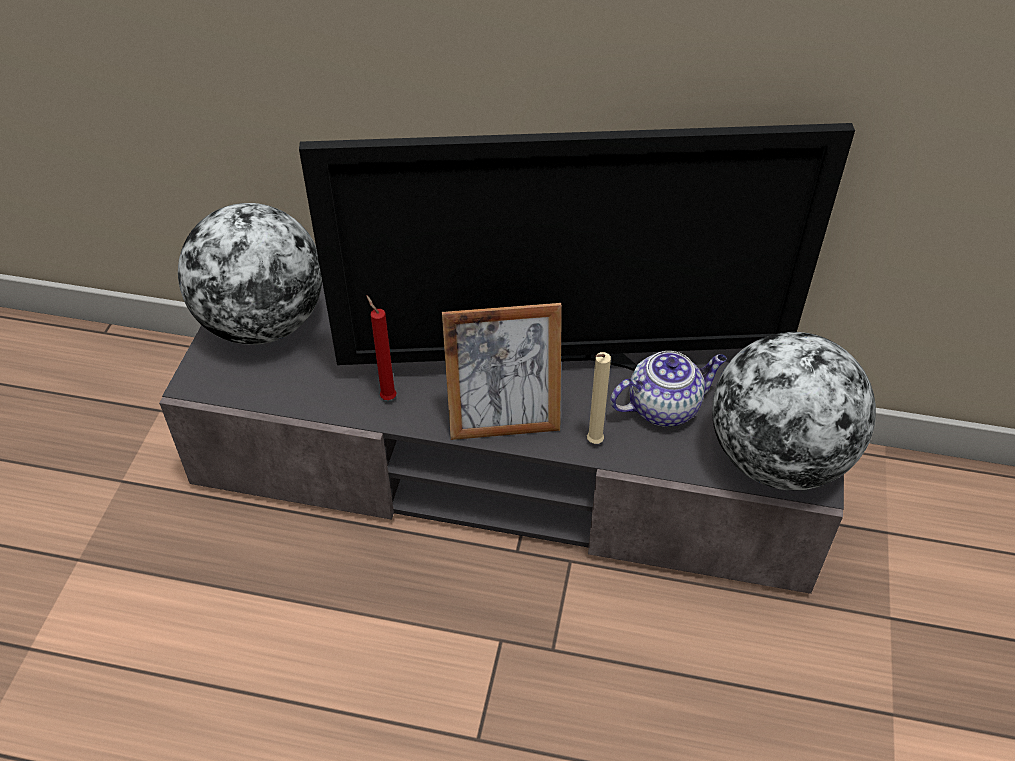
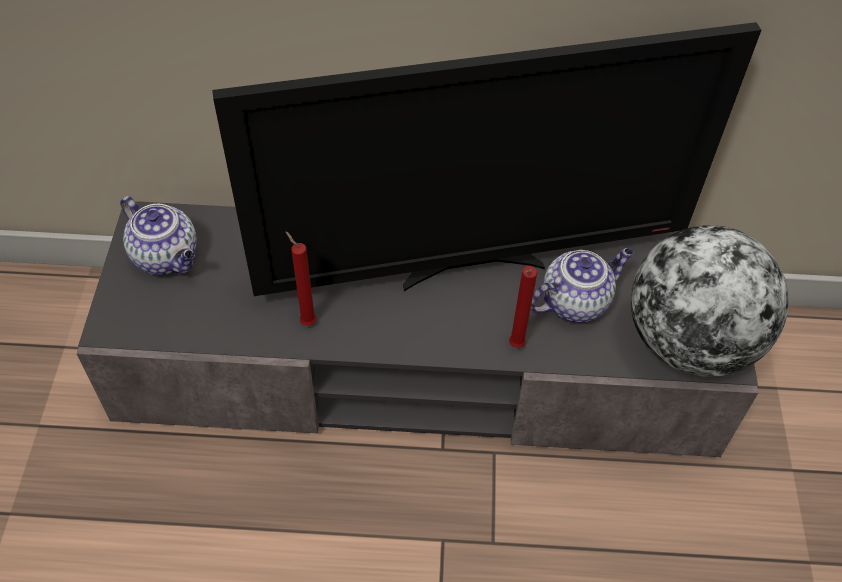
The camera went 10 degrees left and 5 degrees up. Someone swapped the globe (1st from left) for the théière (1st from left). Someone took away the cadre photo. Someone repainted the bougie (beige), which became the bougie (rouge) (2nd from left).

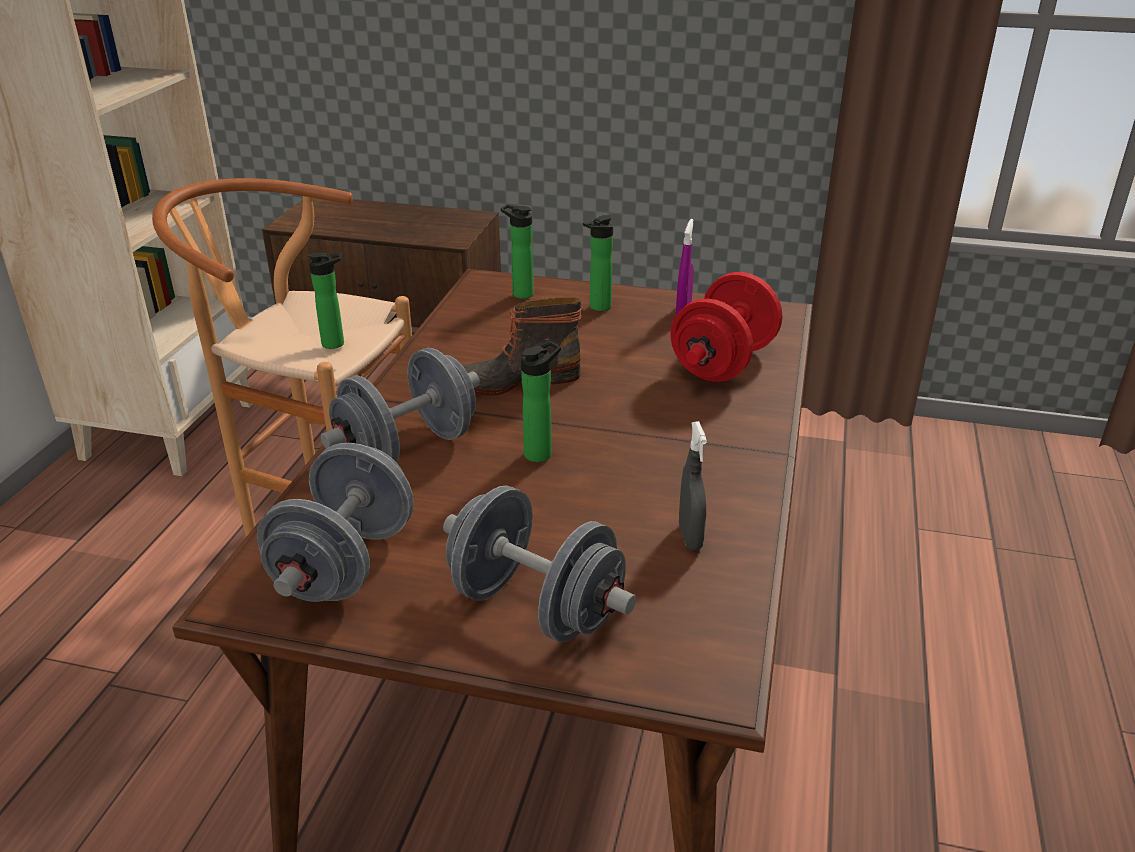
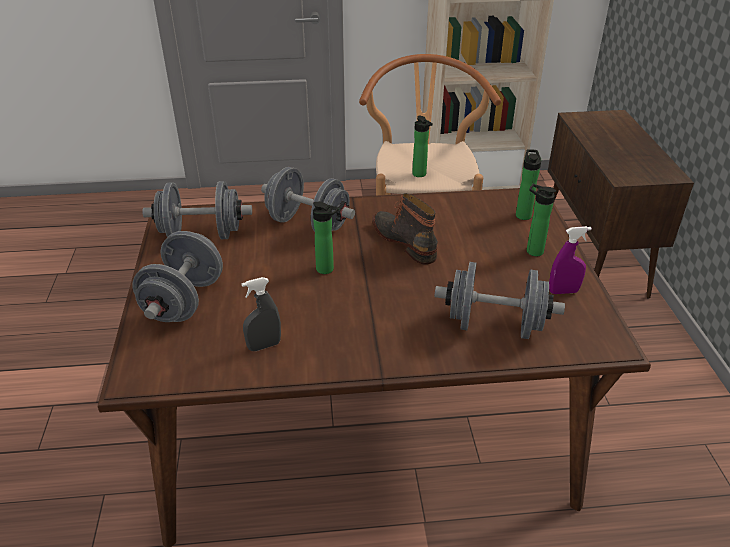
The camera went 70 degrees right and 5 degrees up. Someone repainted the haltère (rouge), which became the haltère (gris) (4th from left).

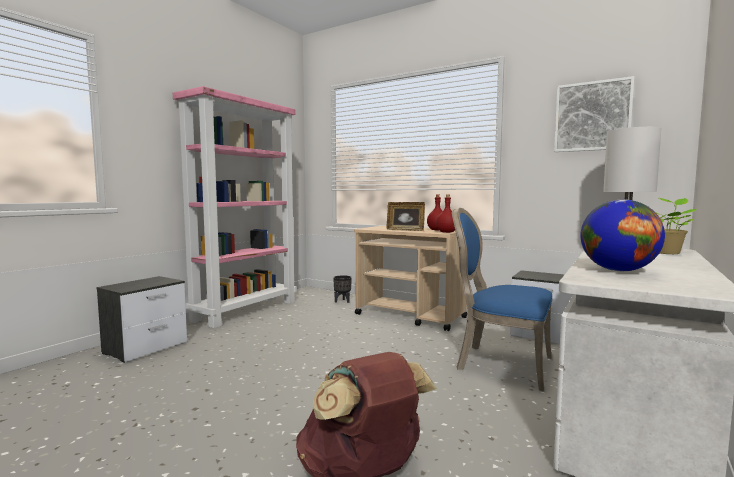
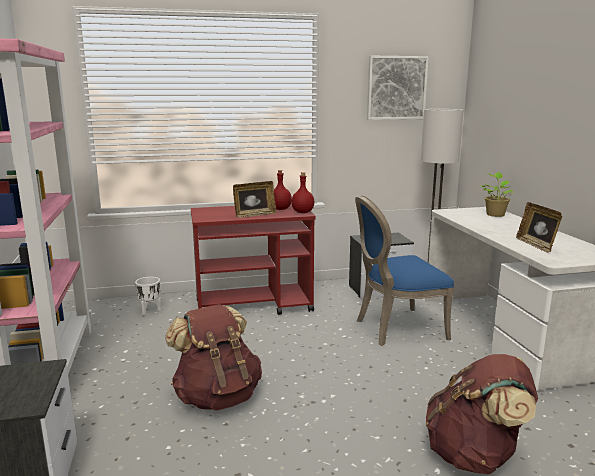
The camera went 45 degrees left and 10 degrees up. Someone swapped the globe for the cadre photo (2nd from left). Someone repainted the chariot (beige), which became the chariot (rouge). Someone repainted the cache-pot (noir), which became the cache-pot (blanc). Someone put down the sac à dos (marron) (1st from left).

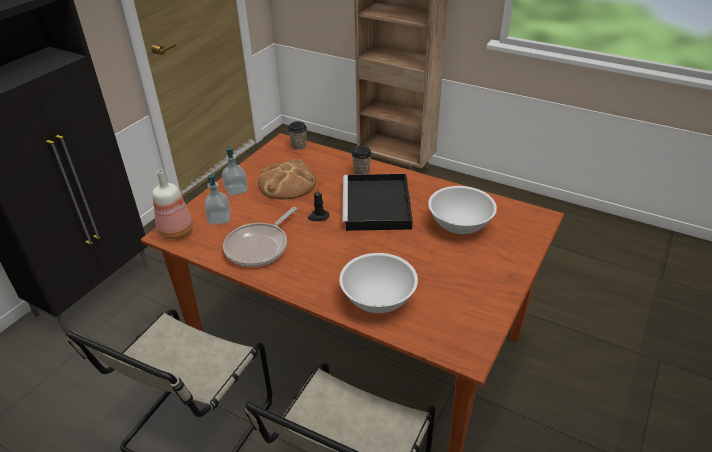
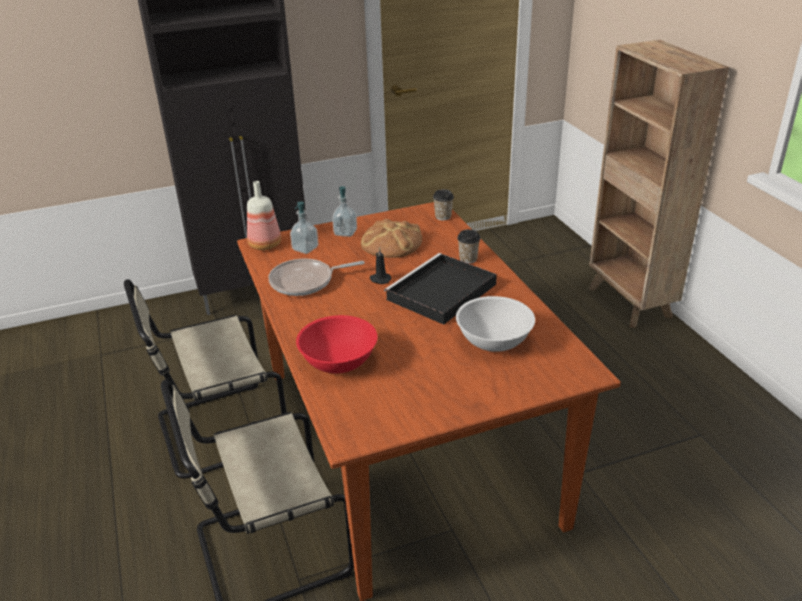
The camera went 40 degrees right and 5 degrees down. Someone repainted the bol (blanc) (1st from left), which became the bol (rouge).

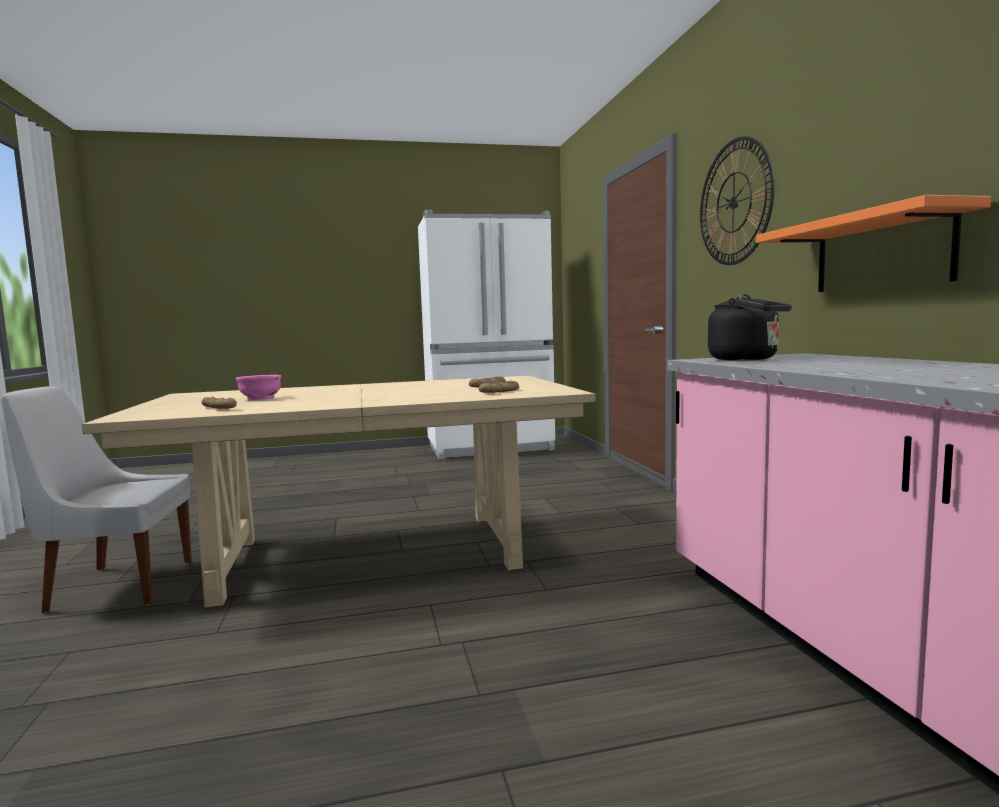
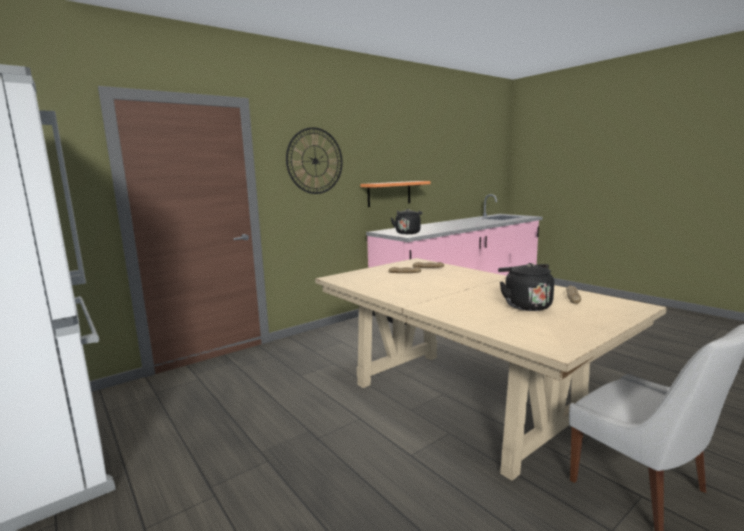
The camera went 115 degrees left and 5 degrees up. Someone swapped the bol (rose) for the bouilloire (noir) (2nd from left).

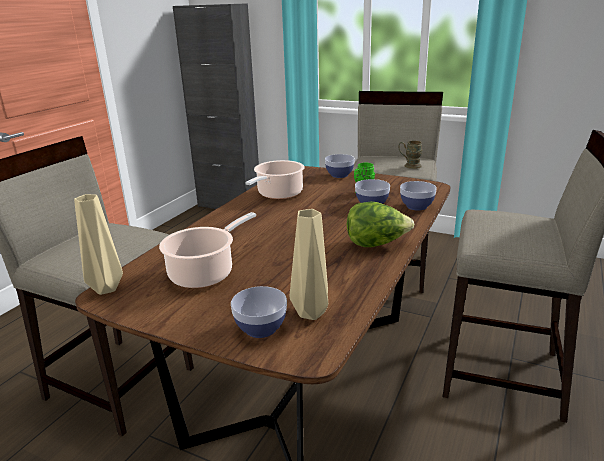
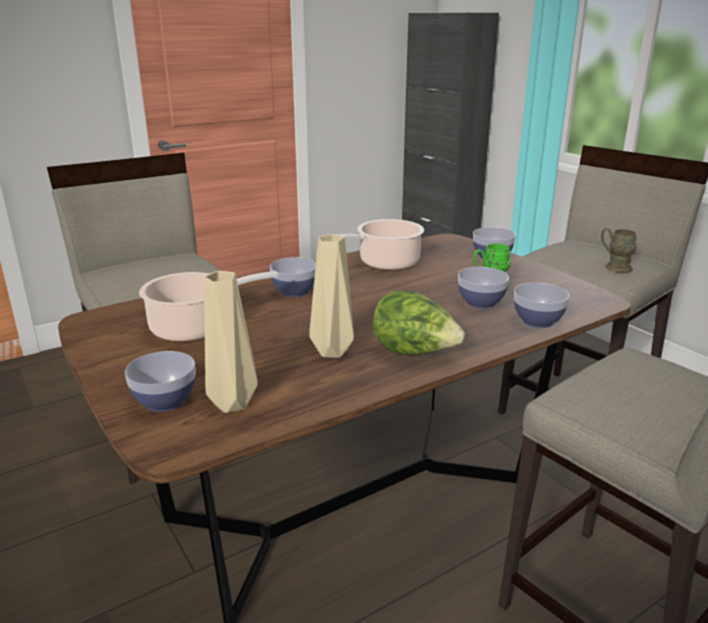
The camera went 30 degrees right and 0 degrees up. Someone carried the vase (beige) (1st from left in the first image). Someone put down the bol (2nd from left).

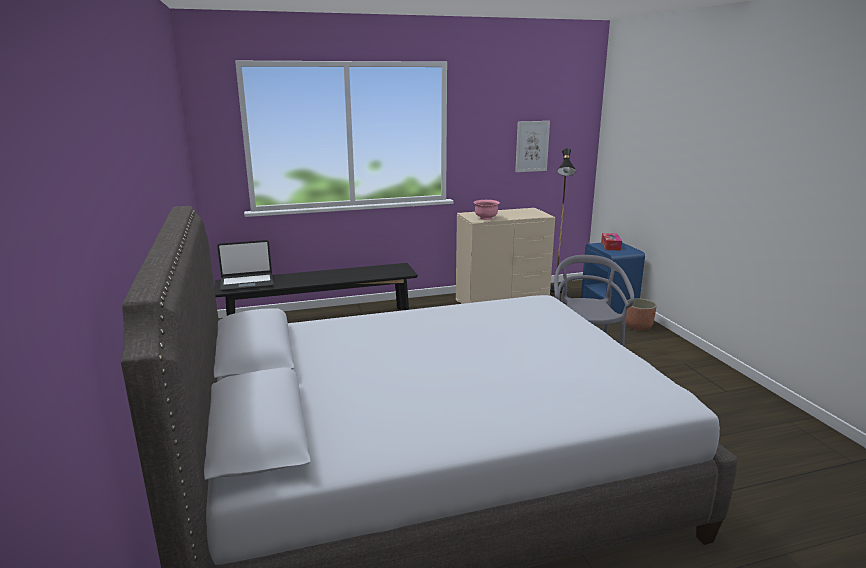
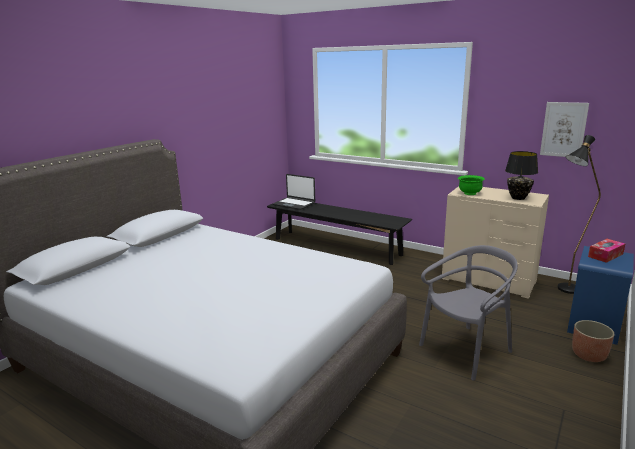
The camera went 50 degrees right and 0 degrees up. Someone repainted the bol (rose), which became the bol (vert). Someone put down the lampe de table (noir).

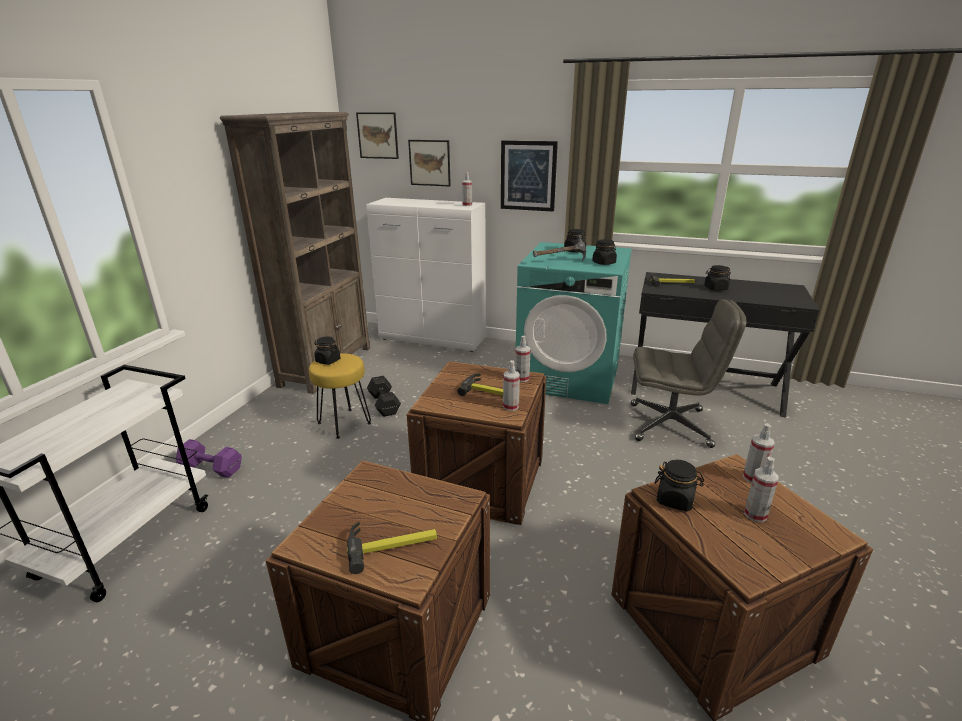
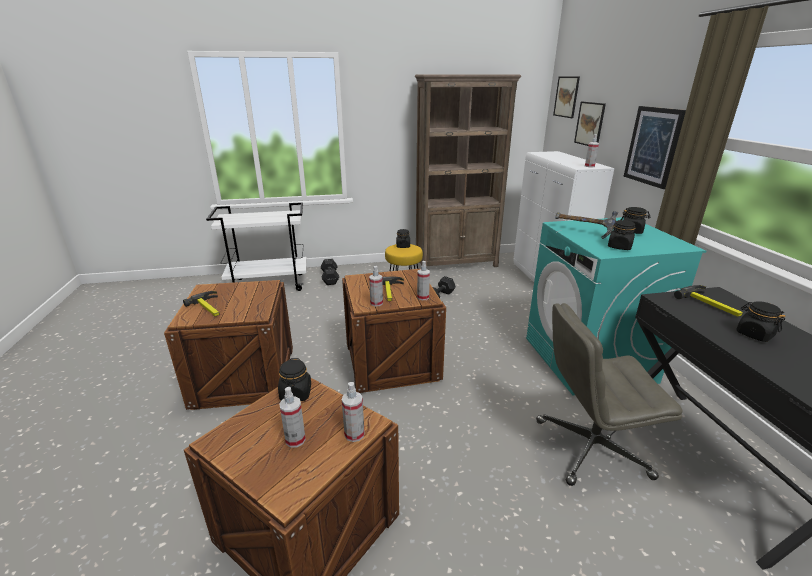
The camera went 60 degrees right and 0 degrees up. Someone rotated the chaise de bureau (gris) by 105 degrees clockwise. Someone repainted the haltère (violet), which became the haltère (noir) (1st from left).

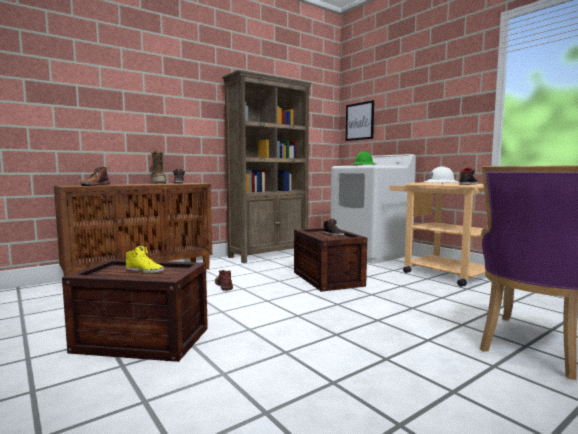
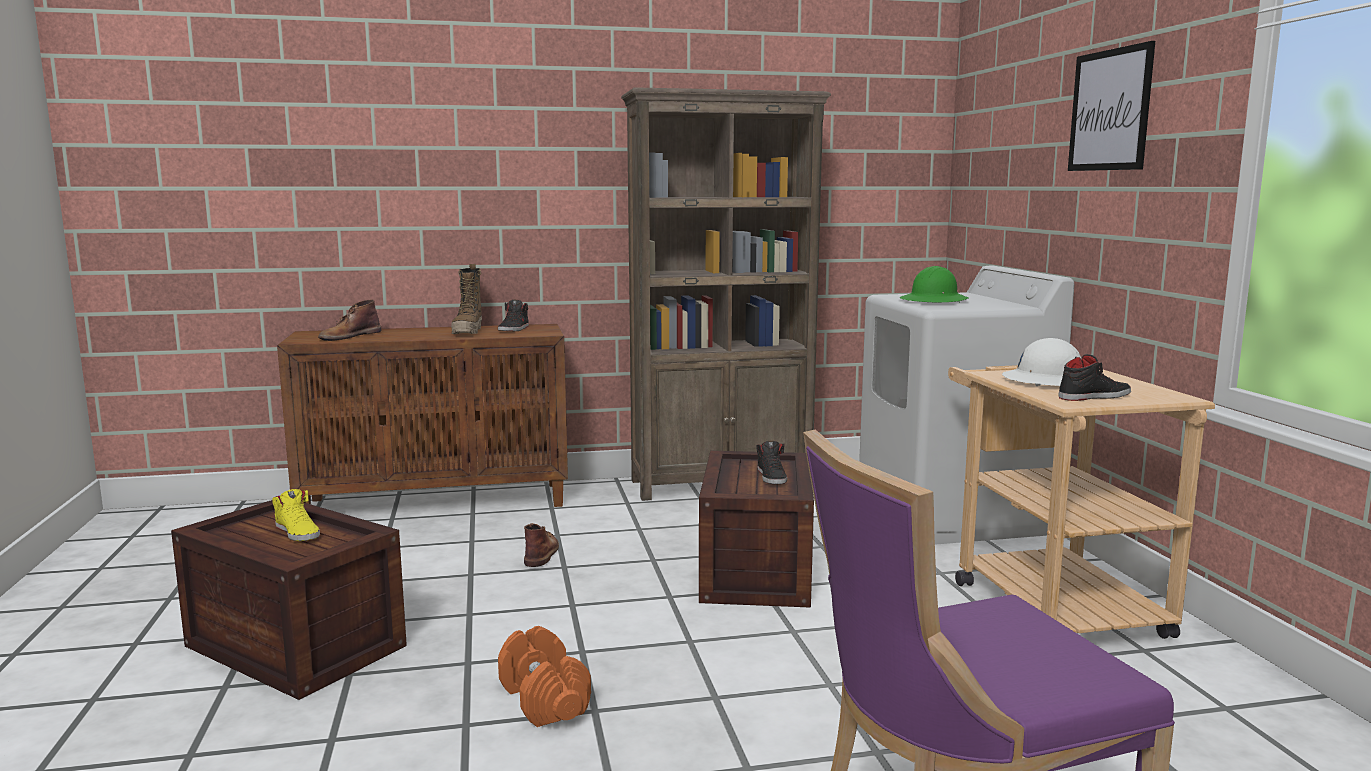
The camera went 25 degrees right and 5 degrees up. Someone carried the tableau. Someone put down the haltère (orange).

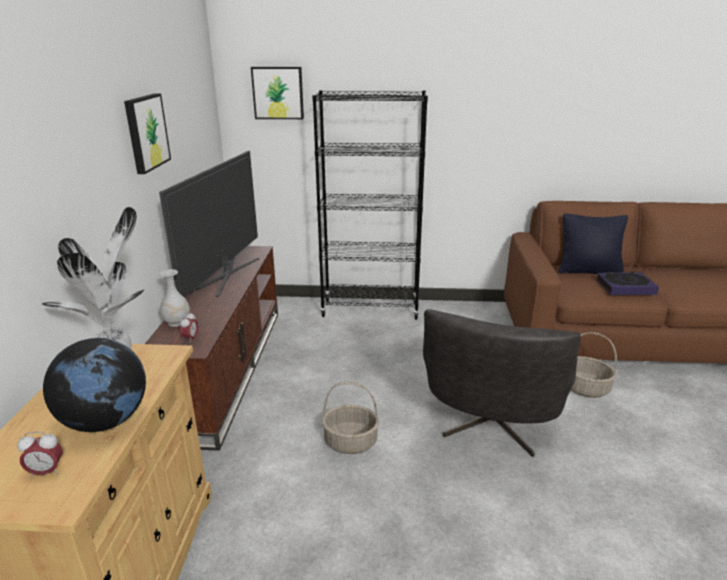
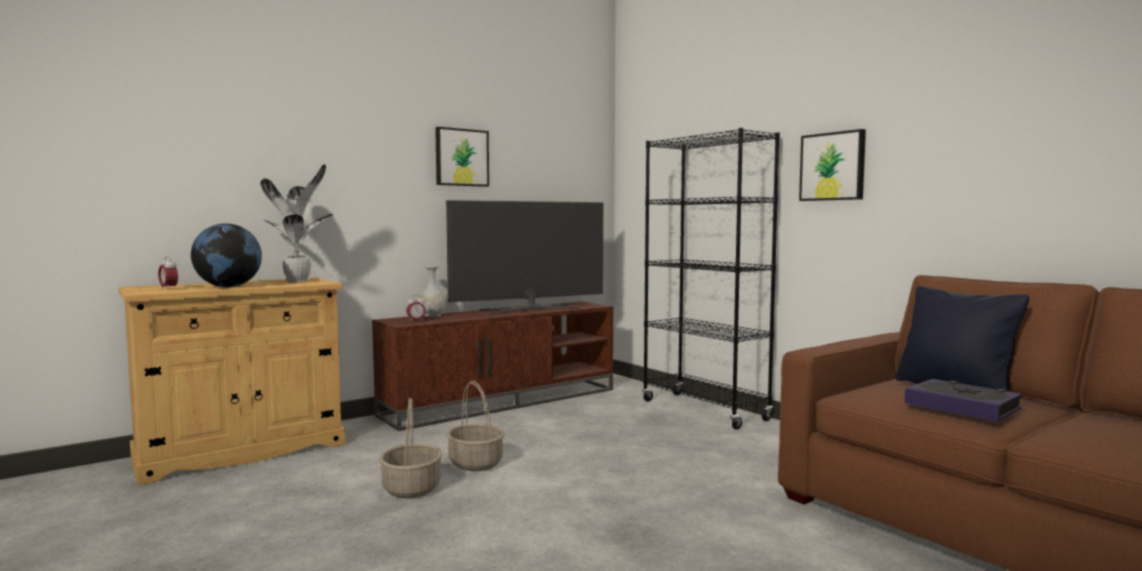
The camera went 50 degrees right and 20 degrees down. Someone carried the tableau (2nd from left). Someone took away the fauteuil (gris). Someone carried the panier (2nd from left in the first image).

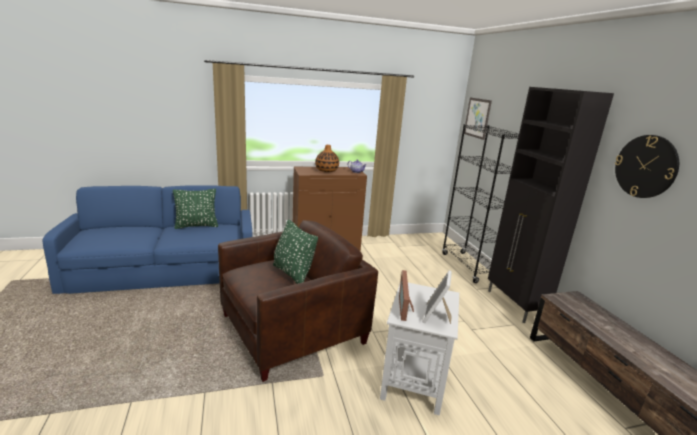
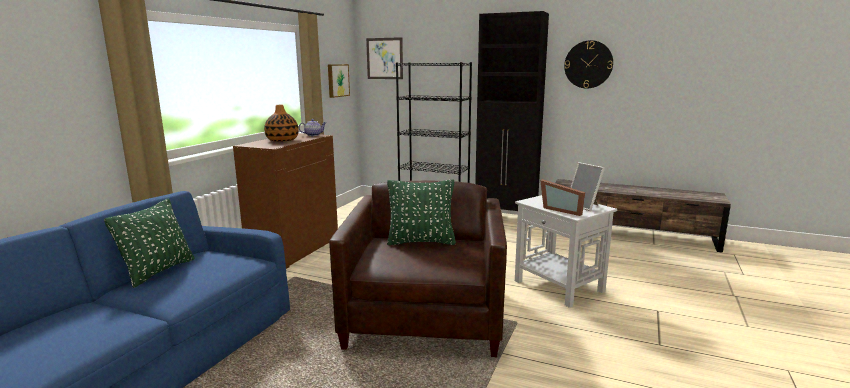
The camera went 50 degrees left and 5 degrees down. Someone put up the tableau (1st from left).

